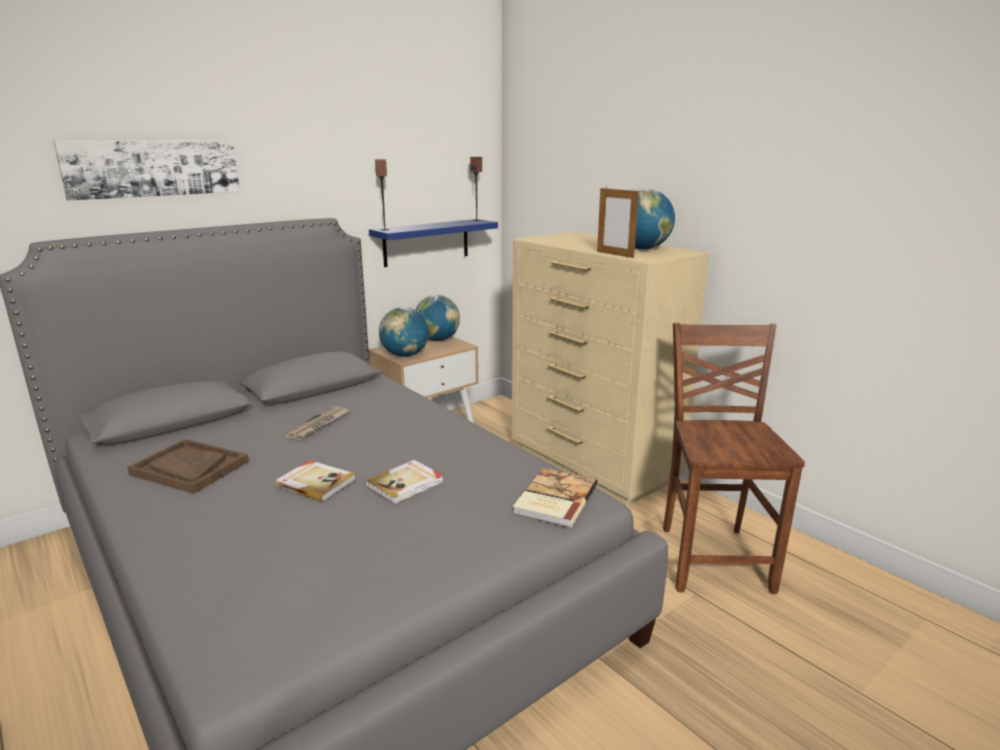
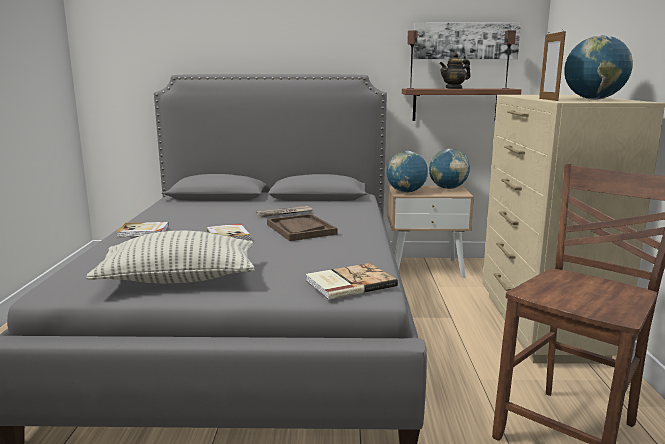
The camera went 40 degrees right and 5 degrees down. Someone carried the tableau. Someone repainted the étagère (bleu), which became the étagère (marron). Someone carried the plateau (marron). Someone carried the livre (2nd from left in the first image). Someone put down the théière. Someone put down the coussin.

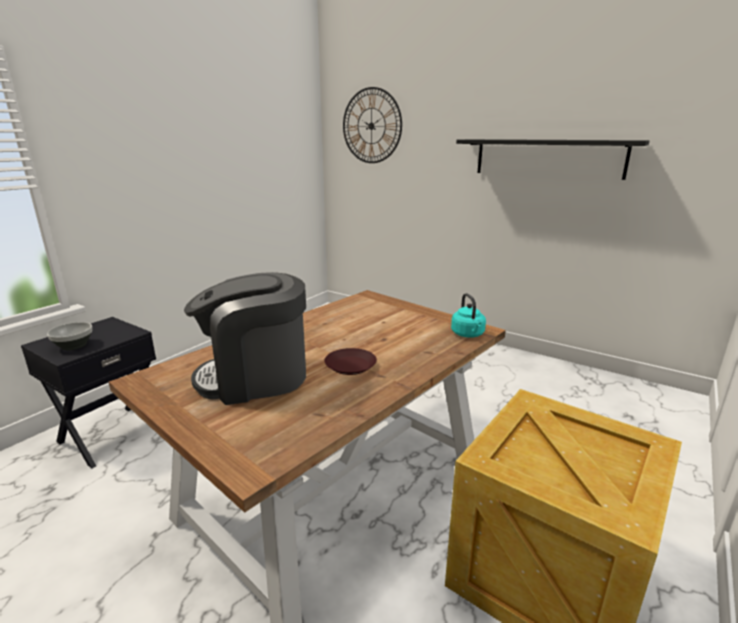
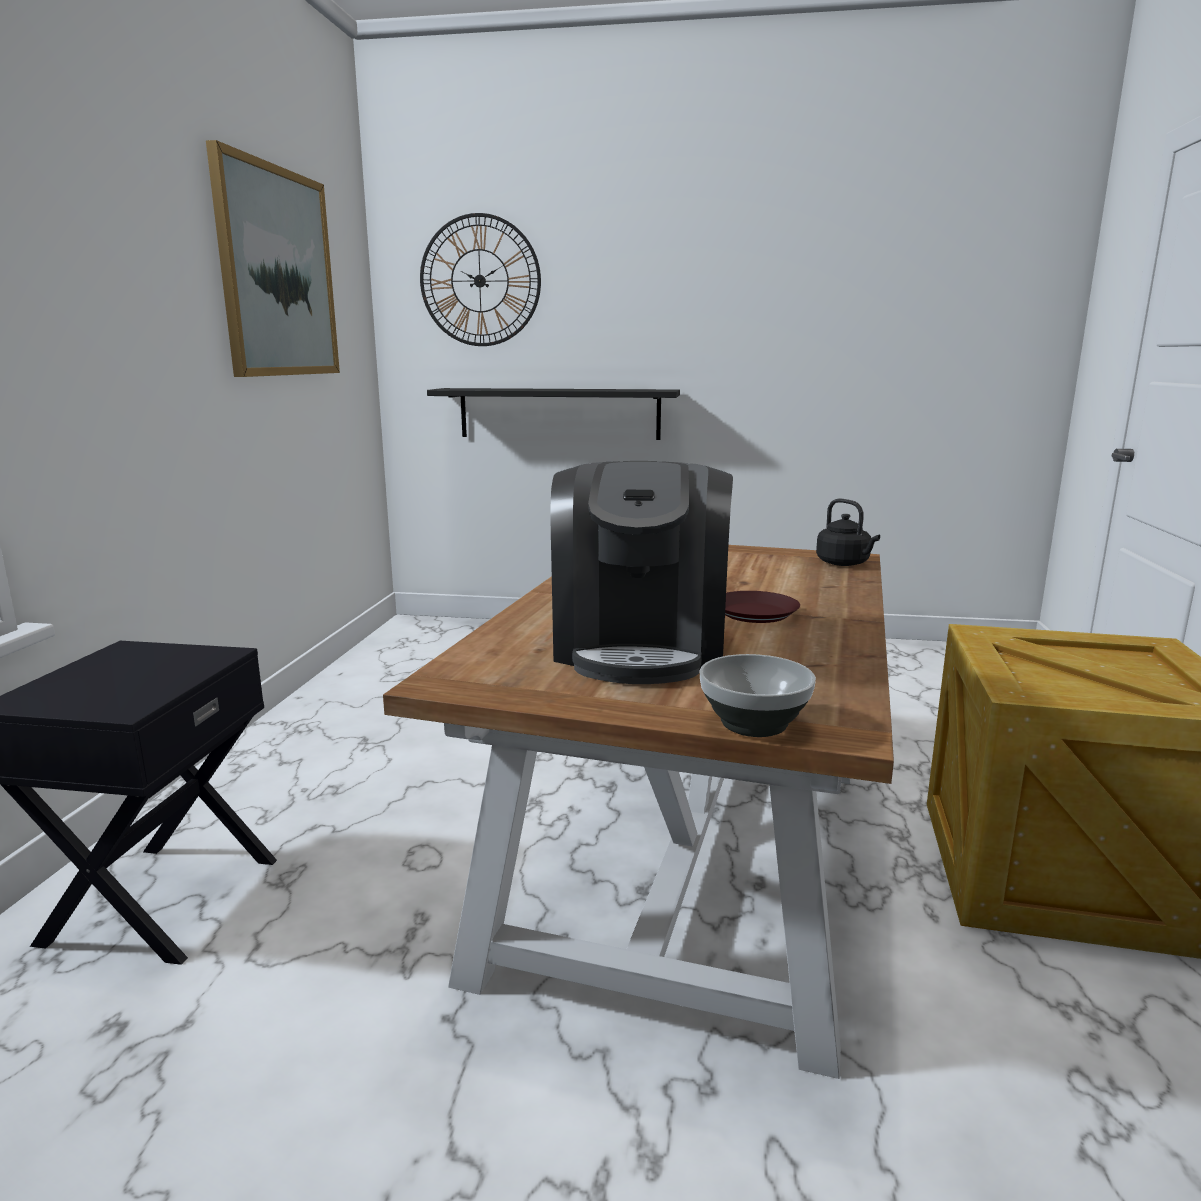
The camera went 25 degrees left and 5 degrees down. Someone carried the étagère (noir). Someone rotated the machine à café by 45 degrees counterclockwise. Someone repainted the bouilloire (turquoise), which became the bouilloire (noir). Someone carried the bol. Someone put up the tableau.

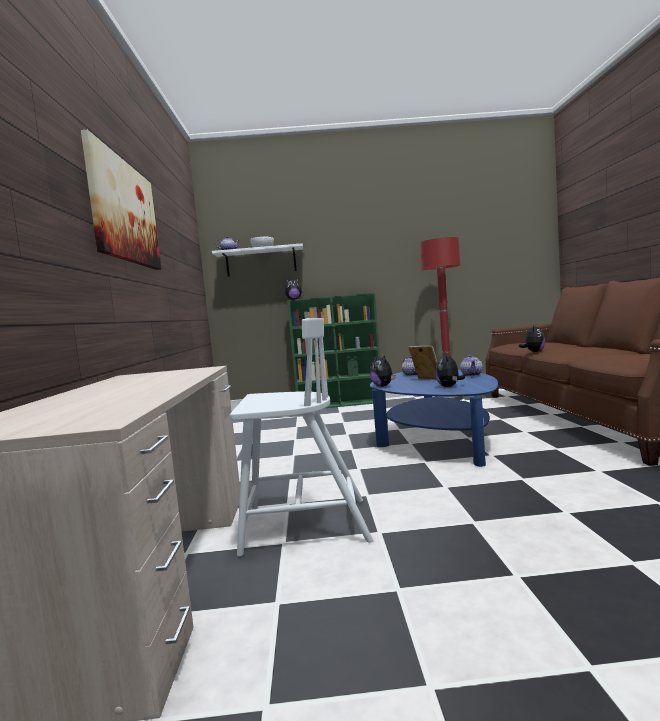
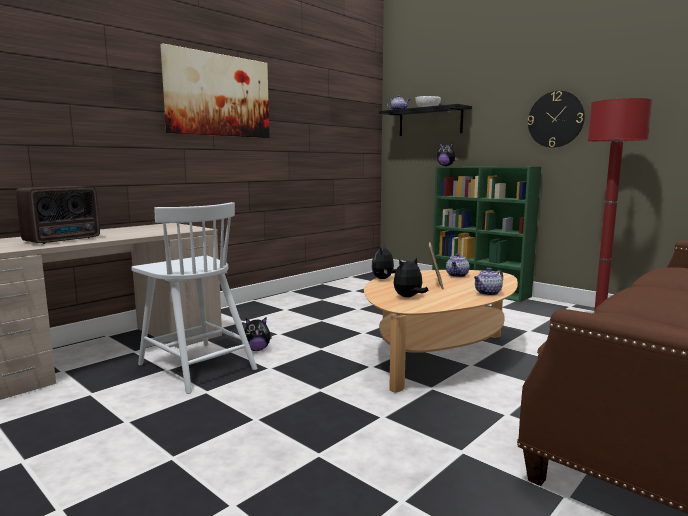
The camera went 45 degrees right and 5 degrees up. Someone repainted the étagère (blanc), which became the étagère (noir). Someone carried the peluche (4th from left in the first image). Someone repainted the table basse (bleu), which became the table basse (beige). Someone put up the horloge murale. Someone put down the radio.

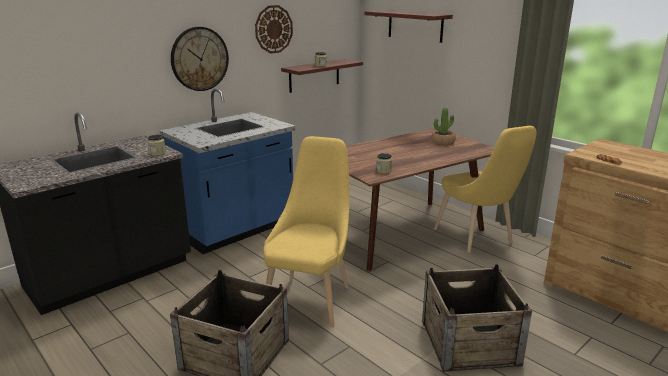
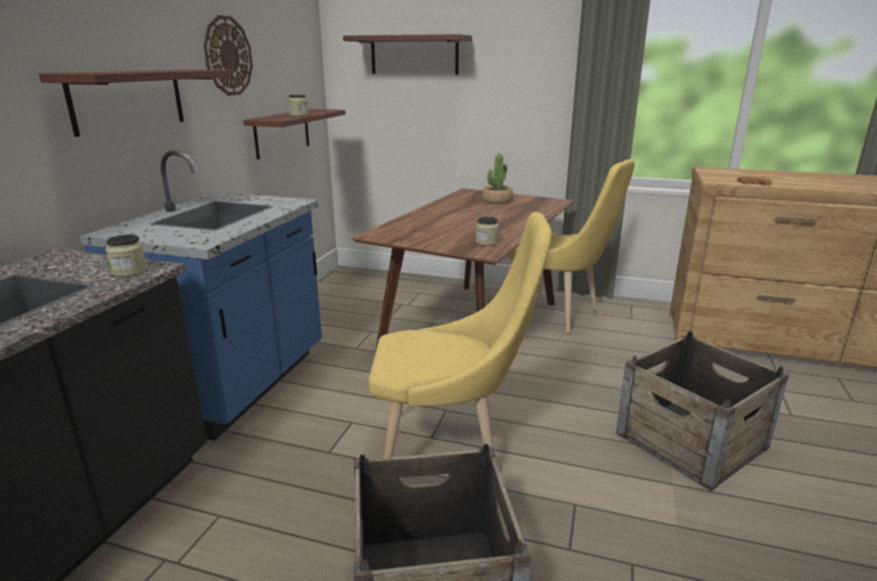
The camera went 30 degrees left and 0 degrees up. Someone swapped the horloge murale (1st from left) for the étagère (1st from left). Someone rotated the chaise (jaune) (1st from left) by 105 degrees clockwise.

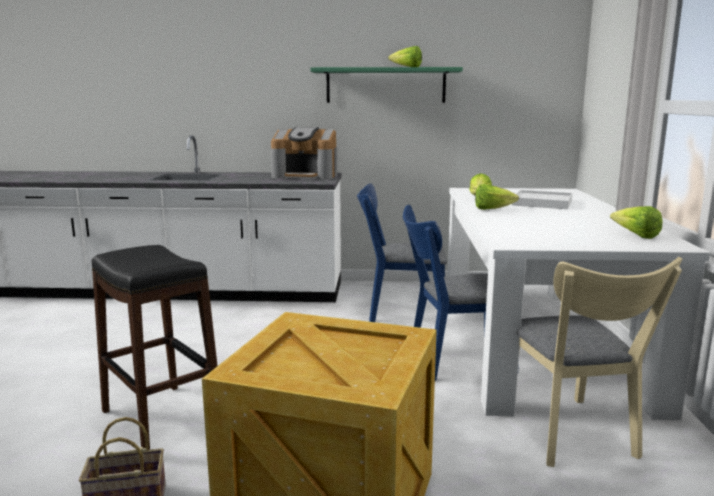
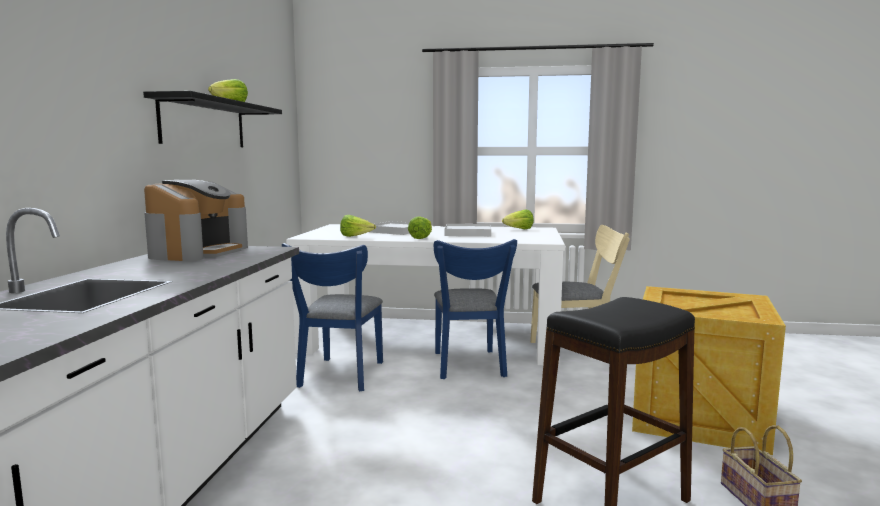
The camera went 85 degrees left and 5 degrees down. Someone repainted the étagère (vert), which became the étagère (noir). Someone put down the plateau (blanc) (2nd from left).

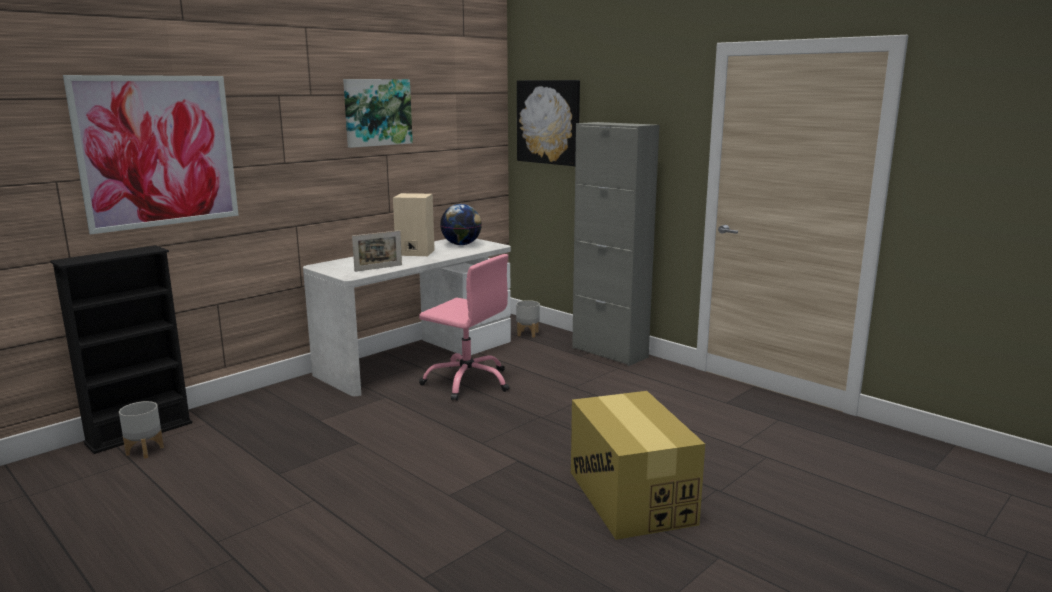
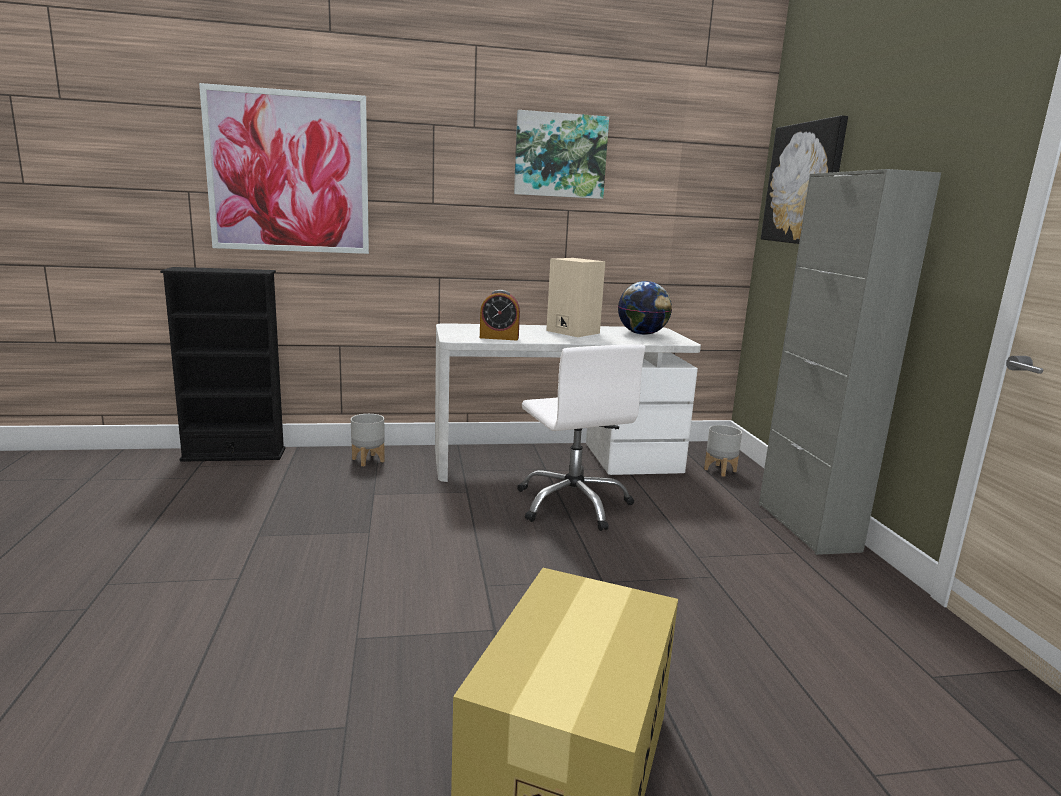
The camera went 35 degrees right and 0 degrees up. Someone swapped the cadre photo for the réveil. Someone repainted the chaise de bureau (rose), which became the chaise de bureau (blanc). Someone carried the cache-pot (gris) (1st from left).

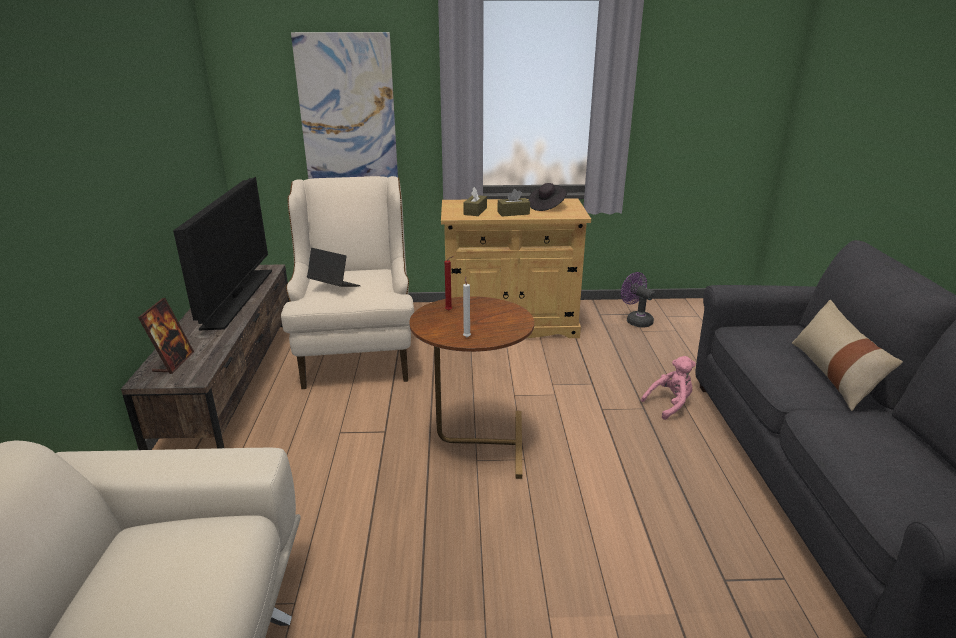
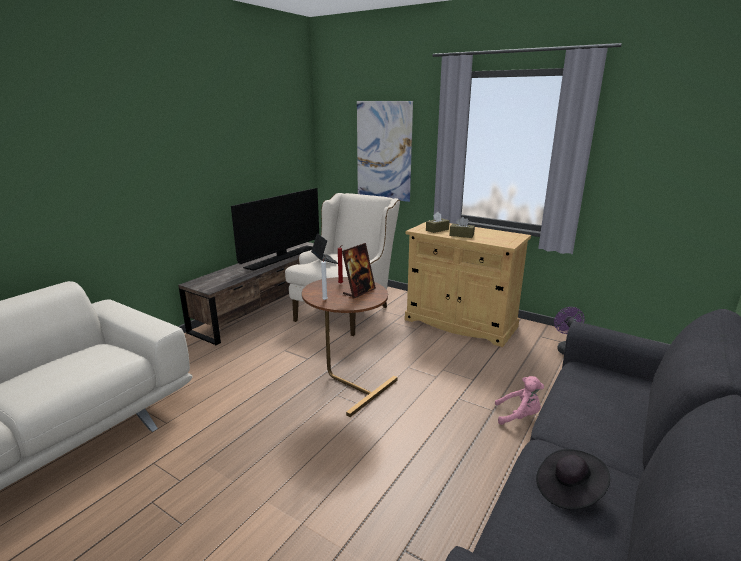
The camera went 35 degrees right and 5 degrees down. Someone carried the chapeau (noir). Someone carried the cadre photo. Someone took away the coussin (beige).

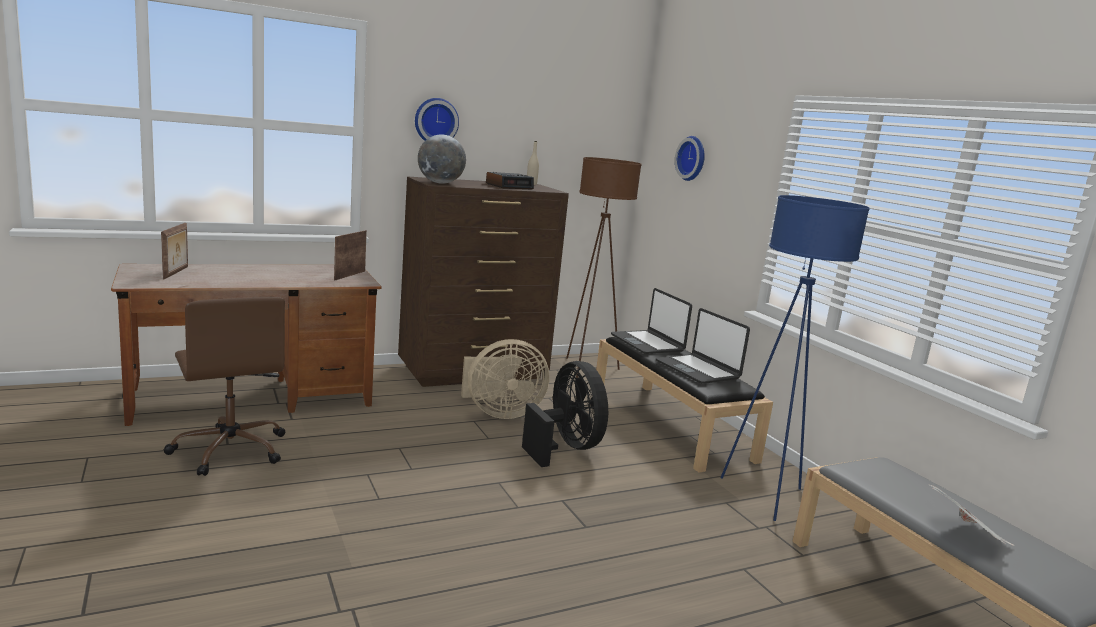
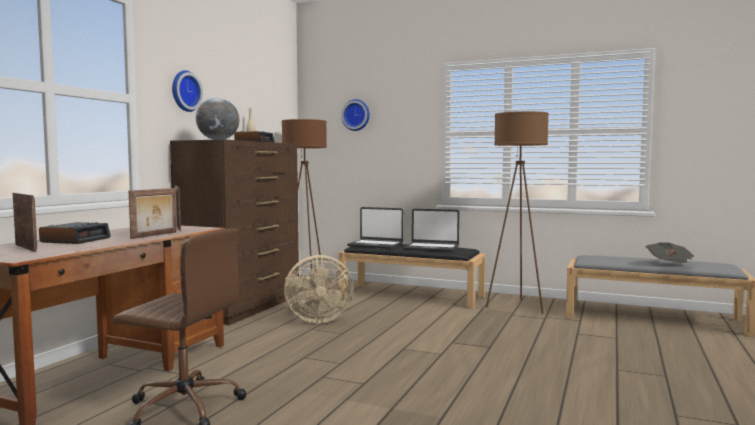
The camera went 40 degrees left and 10 degrees down. Someone repainted the lampadaire (bleu), which became the lampadaire (marron) (2nd from left). Someone rotated the ventilateur (beige) by 45 degrees clockwise. Someone took away the ventilateur (noir). Someone put down the cadre photo (2nd from left). Someone put down the réveil (1st from left).

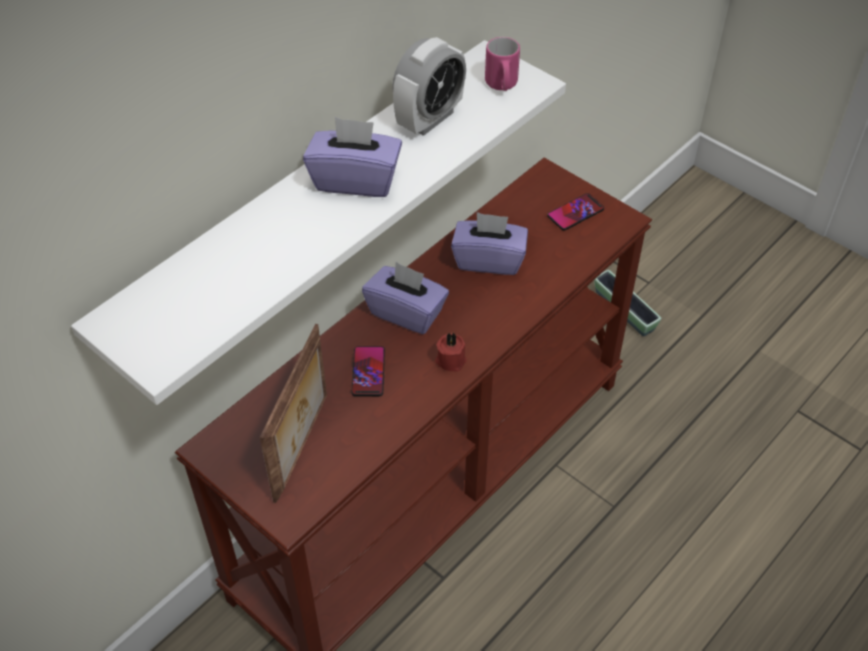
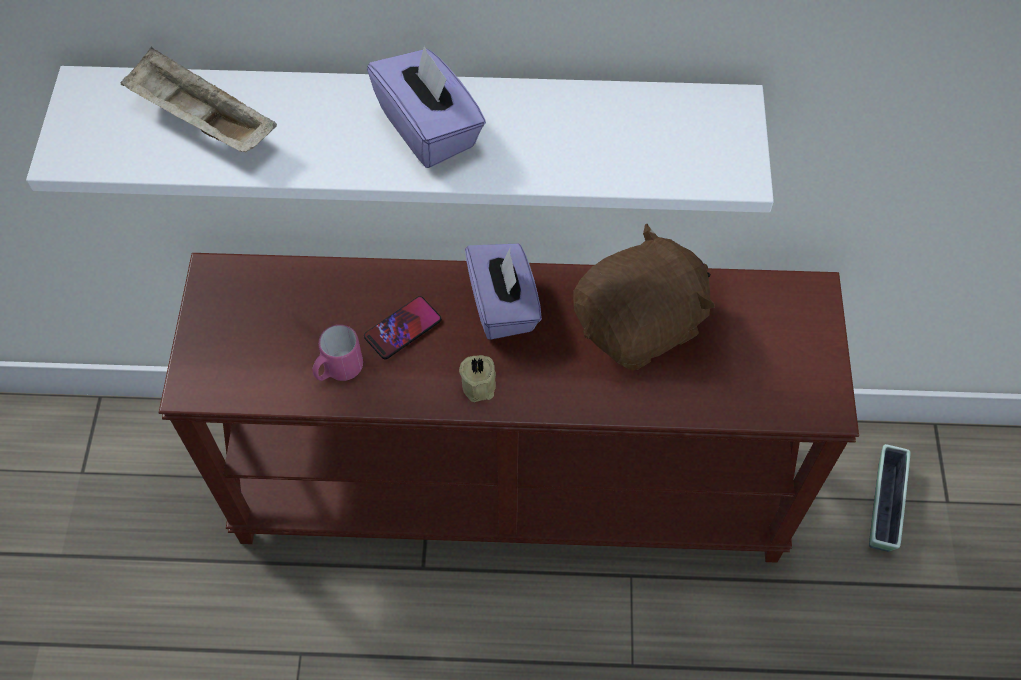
The camera went 50 degrees right and 10 degrees up. Someone took away the réveil. Someone carried the mug (rose). Someone took away the téléphone (2nd from left). Someone swapped the boîte à mouchoirs (violet) (3rd from left) for the peluche (marron). Someone took away the cadre photo. Someone repainted the bougie (rouge), which became the bougie (beige). Someone put down the plateau (beige).

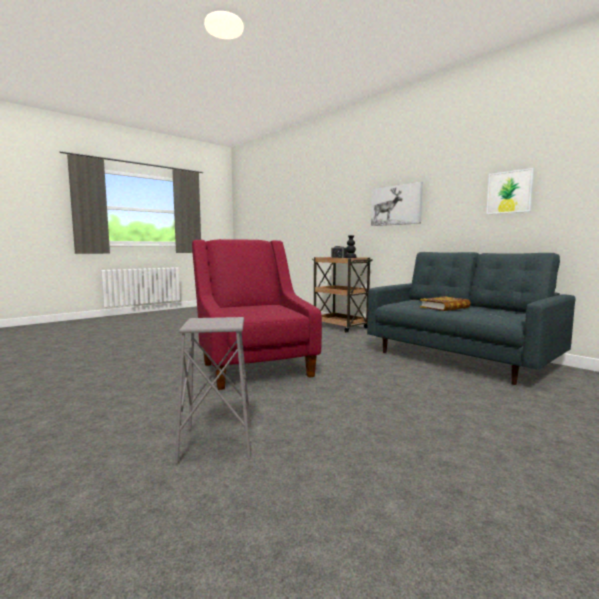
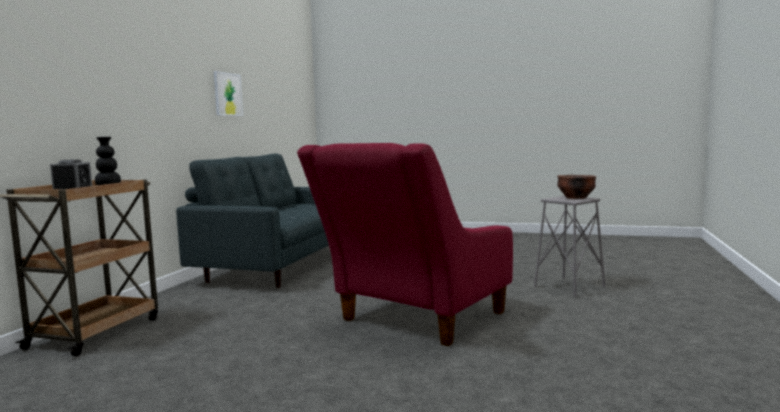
The camera went 120 degrees left and 0 degrees up. Someone took away the tableau (1st from left). Someone took away the livre. Someone put down the bol (marron).

